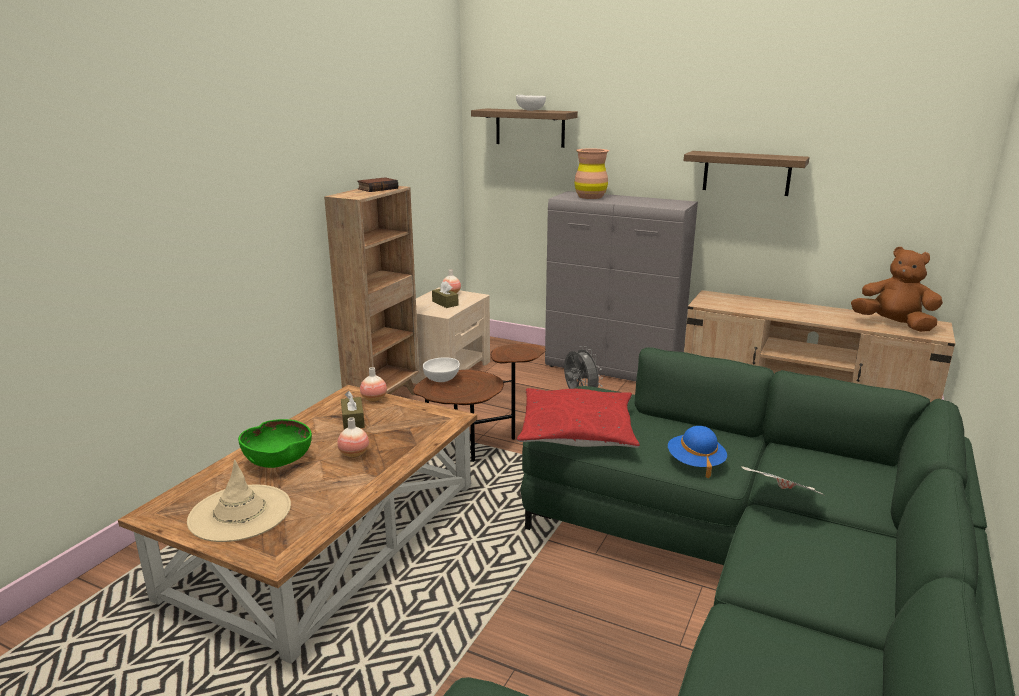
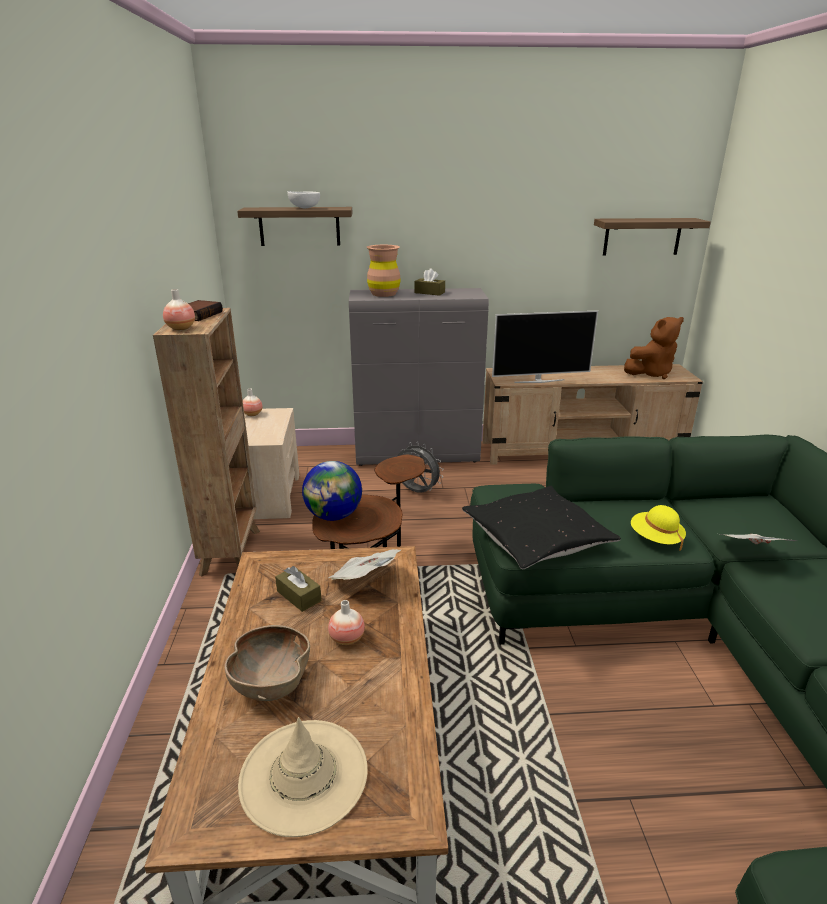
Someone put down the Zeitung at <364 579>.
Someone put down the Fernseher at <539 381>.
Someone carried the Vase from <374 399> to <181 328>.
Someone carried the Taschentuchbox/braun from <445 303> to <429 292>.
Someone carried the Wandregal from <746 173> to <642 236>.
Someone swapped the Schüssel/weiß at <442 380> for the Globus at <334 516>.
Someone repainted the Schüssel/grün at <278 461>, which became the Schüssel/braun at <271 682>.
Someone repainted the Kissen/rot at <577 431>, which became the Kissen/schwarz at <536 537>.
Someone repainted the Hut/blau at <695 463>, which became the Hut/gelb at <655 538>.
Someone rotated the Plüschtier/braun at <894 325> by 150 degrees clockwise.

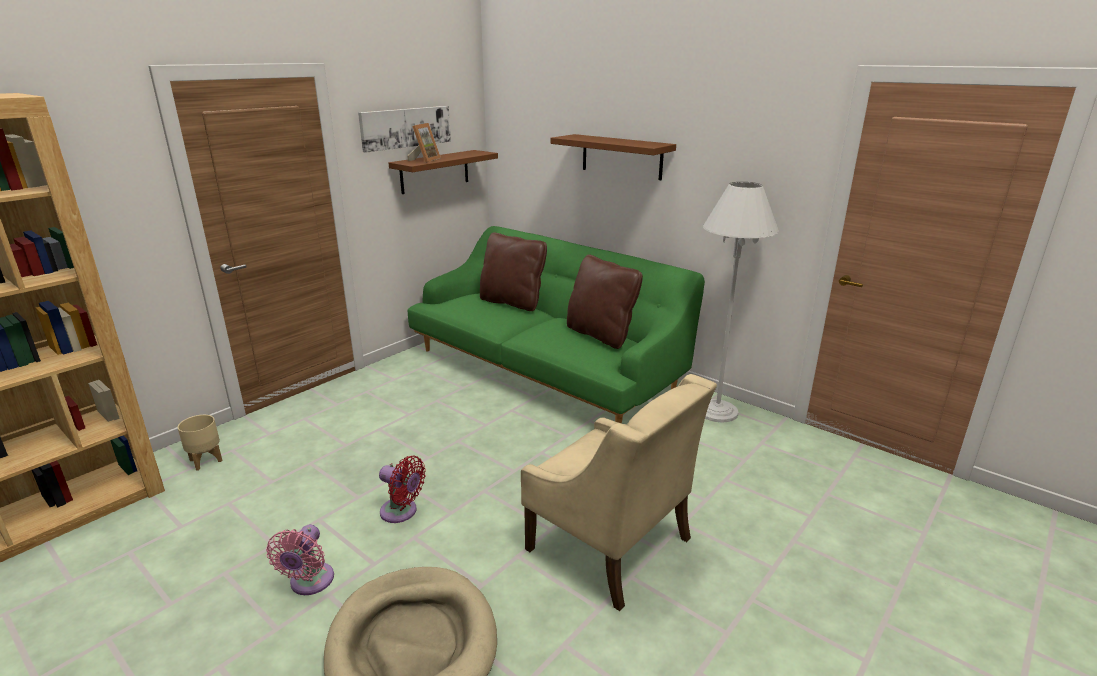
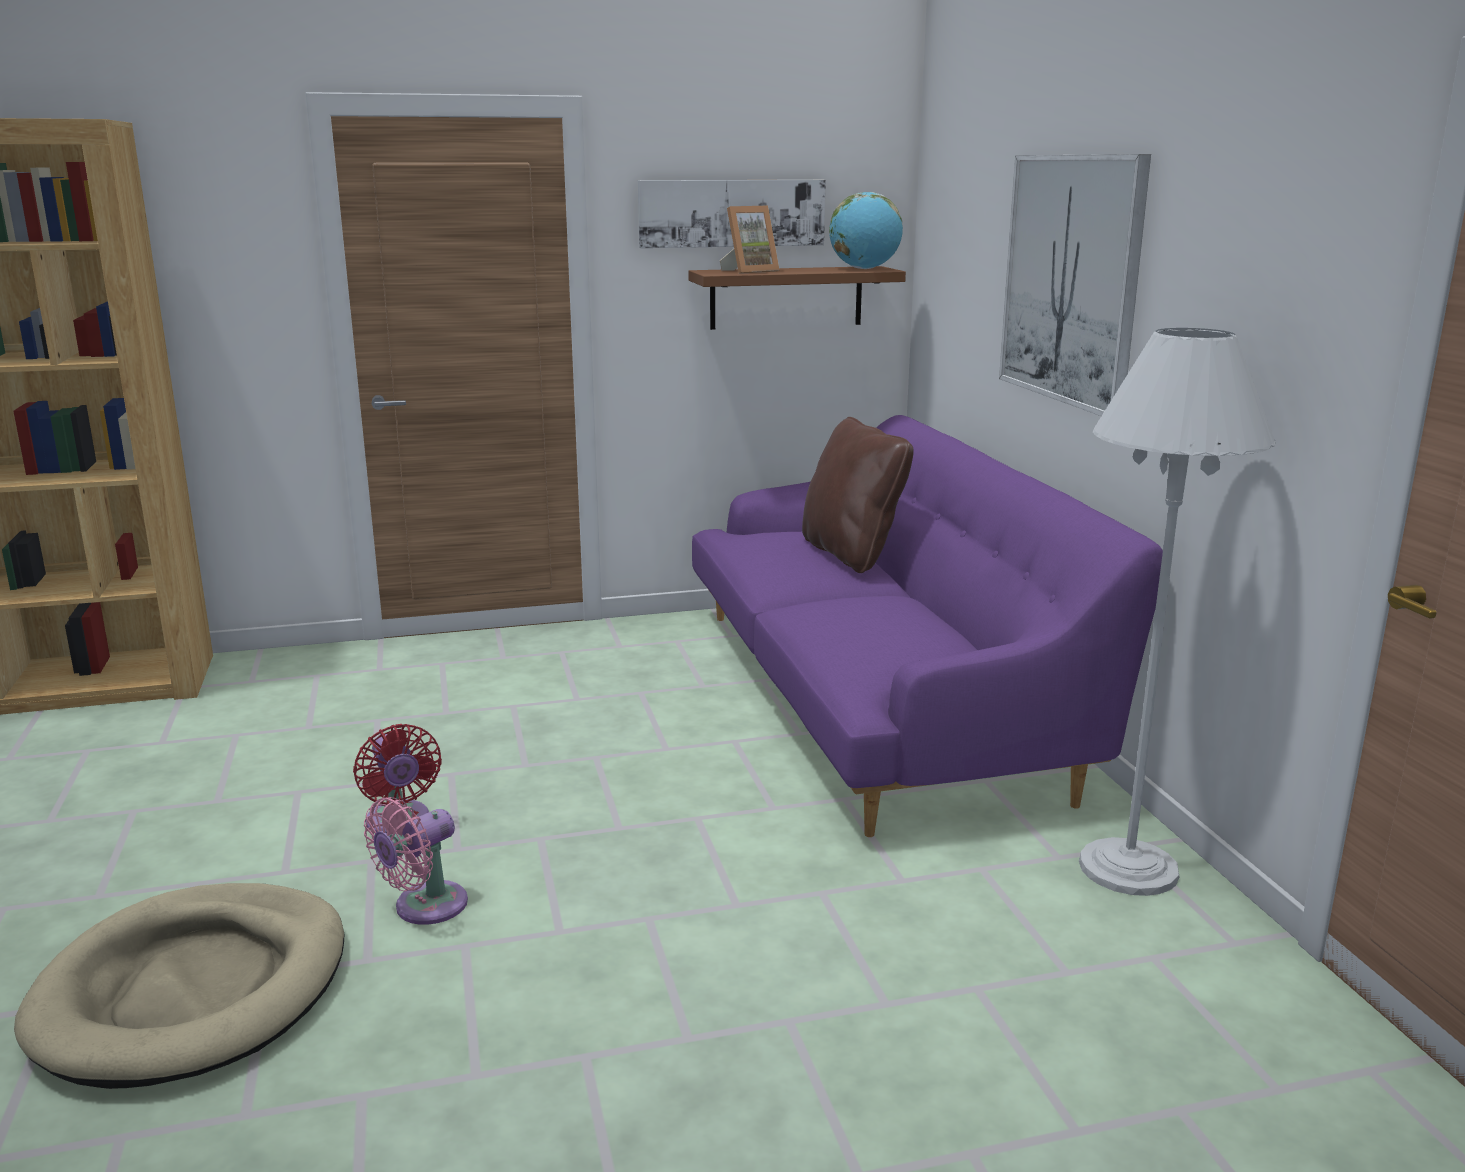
Someone took away the Pflanzkübel/beige at <206 460>.
Someone took away the Sessel/beige at <610 545>.
Someone took away the Kissen/braun at <601 335>.
Someone put down the Globus at <864 269>.
Someone carried the Ventilator/rosa from <309 583> to <424 907>.
Someone swapped the Wandregal/braun at <621 156> for the Bild at <1071 279>.
Someone repainted the Sofa/grün at <545 369>, which became the Sofa/lila at <876 696>.

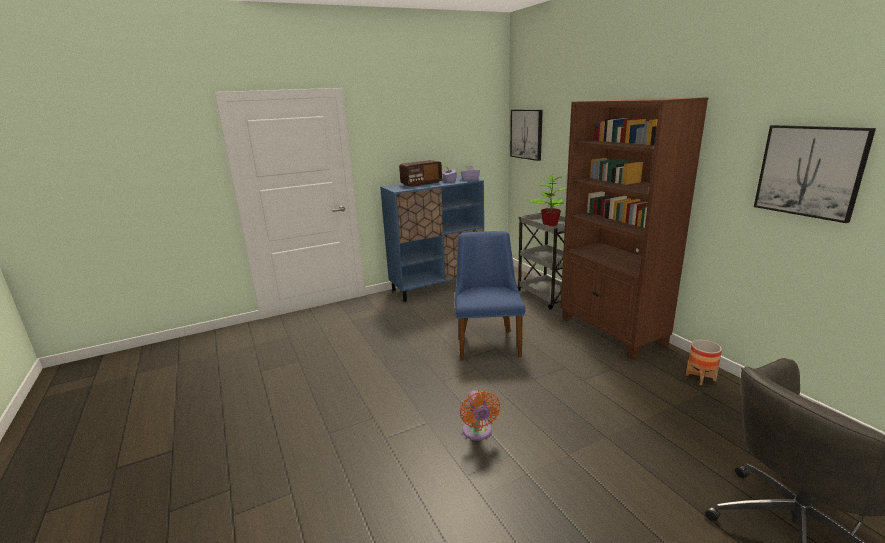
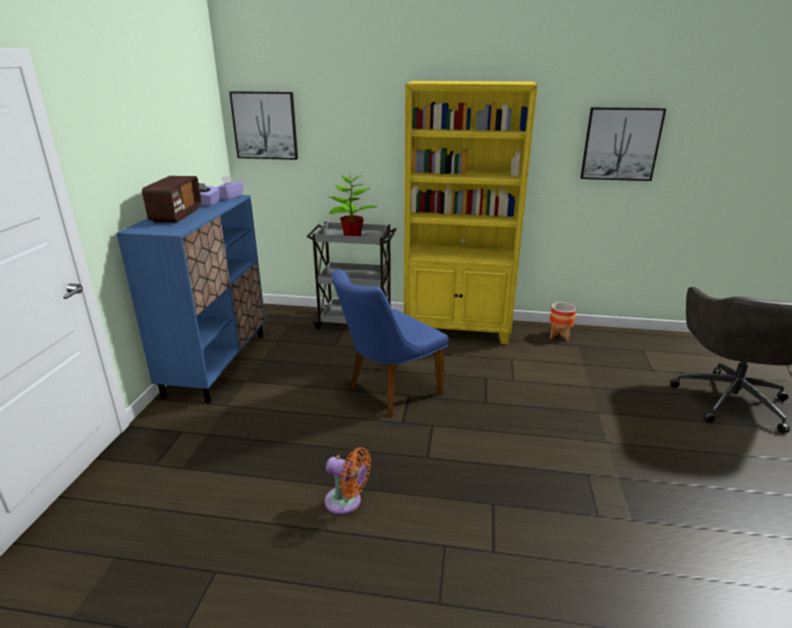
Someone carried the Ventilator/orange from <478 432> to <346 502>.
Someone repainted the Bücherregal/braun at <611 332>, which became the Bücherregal/gelb at <458 329>.
Someone rotated the Stuhl/blau at <487 340> by 75 degrees counterclockwise.

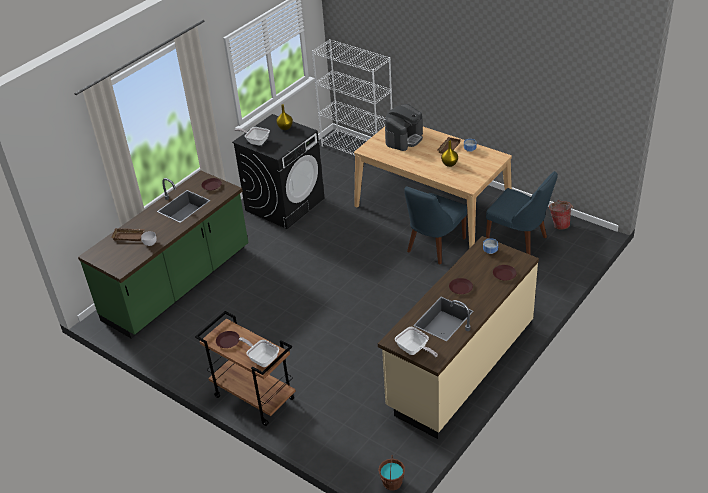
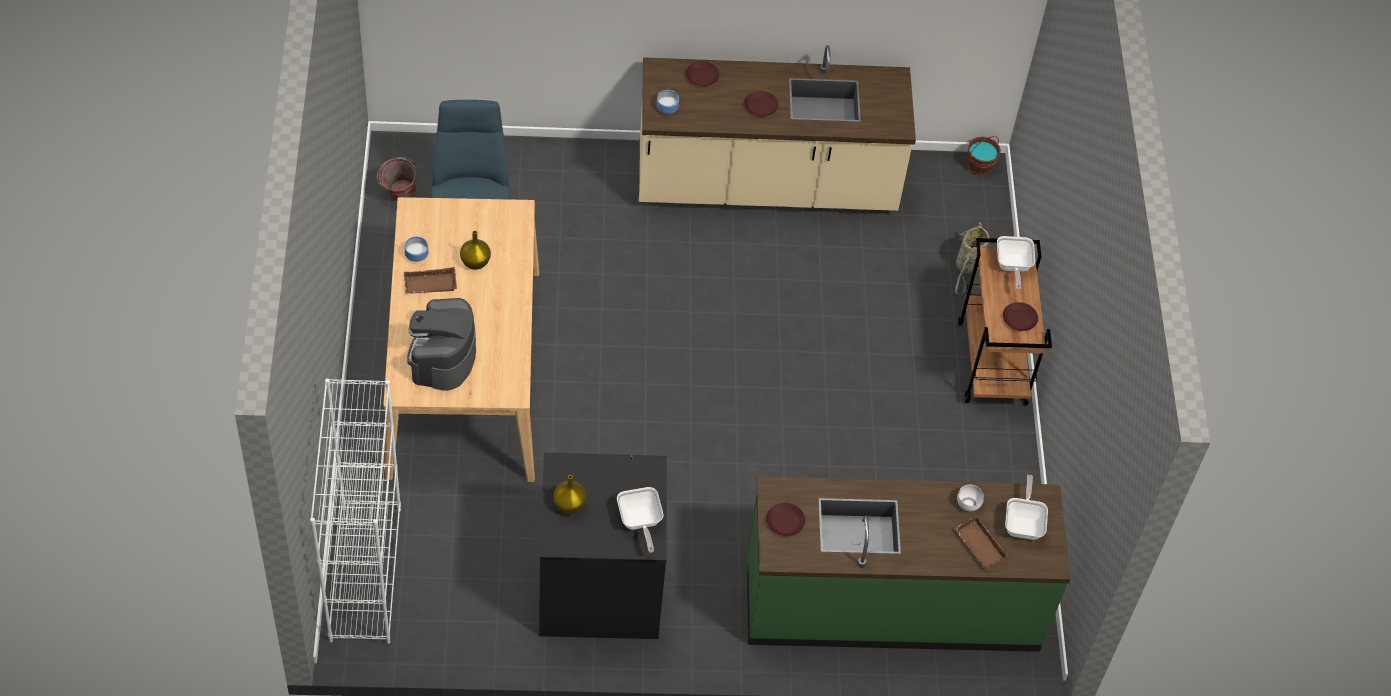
Someone took away the Stuhl/blau at <434 246>.
Someone put down the Korb at <967 266>.
Someone carried the Pfanne from <414 350> to <1023 523>.
Someone rotated the Kaffeemaschine at <404 138> by 75 degrees counterclockwise.

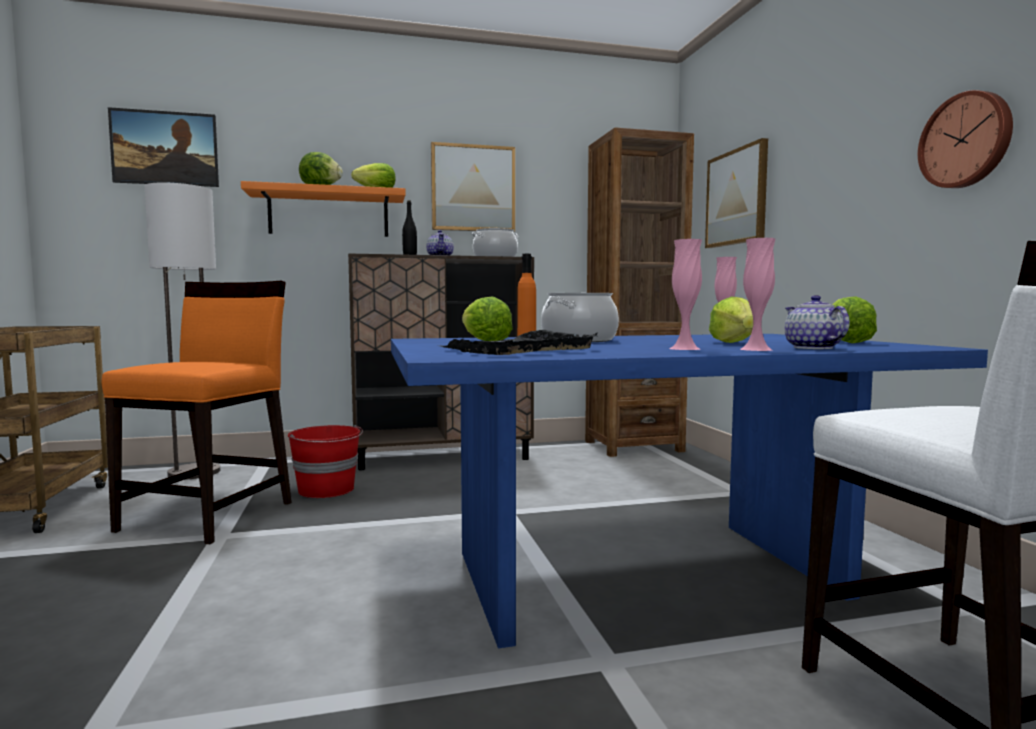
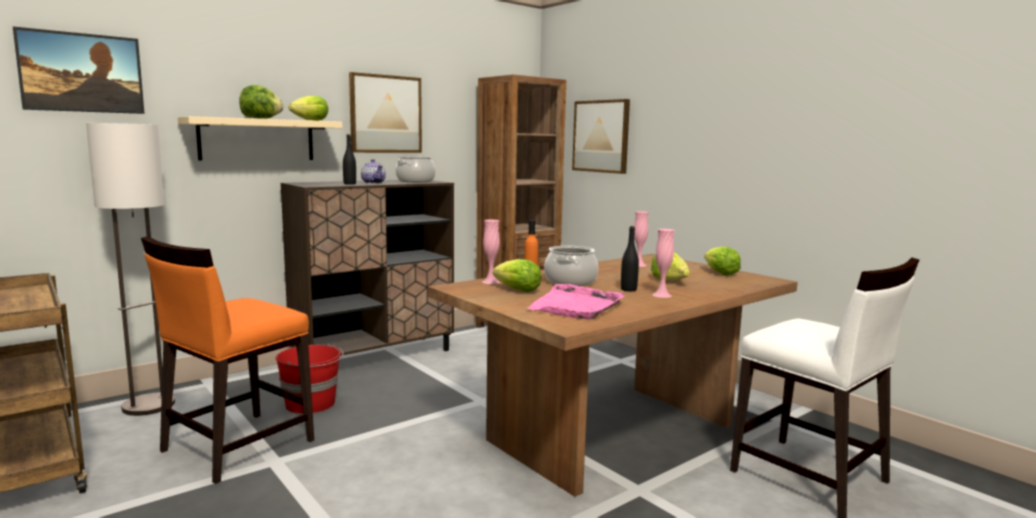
Someone took away the Teekanne at <813 348>.
Someone took away the Wanduhr at <966 141>.
Someone put down the Flasche/schwarz at <628 289>.
Someone carried the Vase/rosa from <756 349> to <491 282>.
Someone repainted the Wandregal/orange at <329 214>, which became the Wandregal/beige at <257 140>.
Someone repainted the Esstisch/blau at <643 575>, which became the Esstisch/braun at <613 433>.
Someone repainted the Tablett/schwarz at <519 349>, which became the Tablett/rosa at <575 306>.
Someone rotated the Stuhl/orange at <210 516> by 135 degrees counterclockwise.

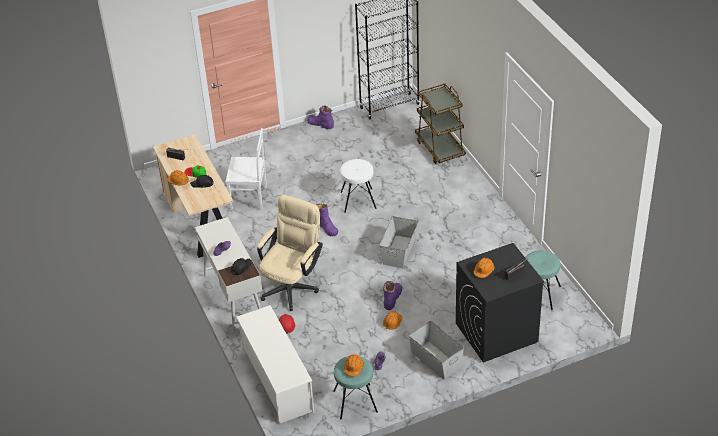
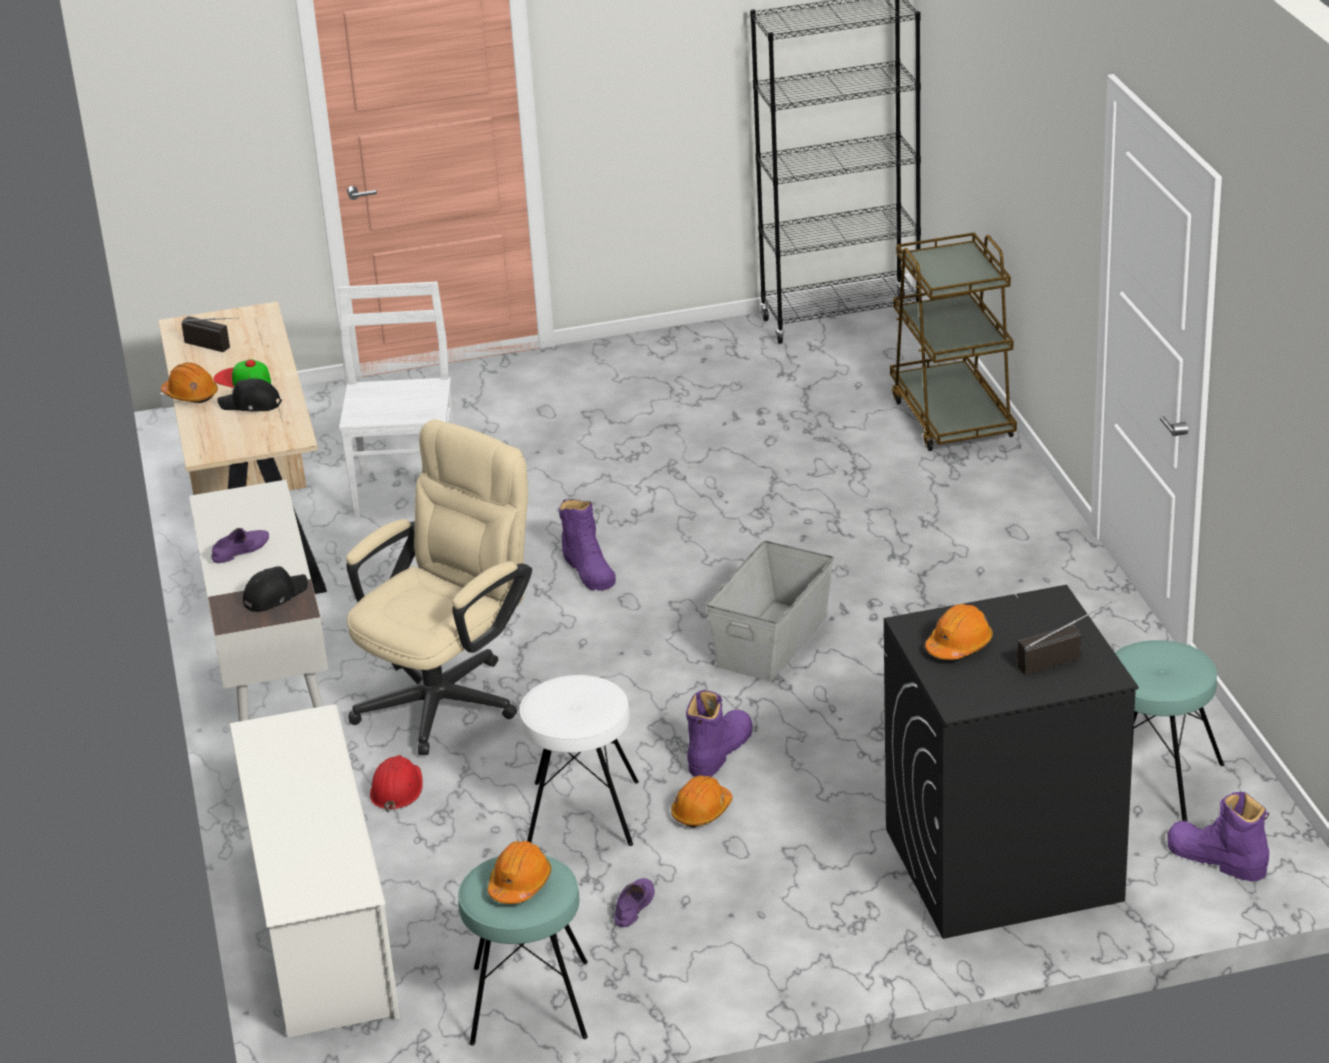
Someone took away the Aufbewahrungsbox/grau at <436 360>.
Someone carried the Stiefel/lila from <320 124> to <1216 859>.
Someone carried the Hocker/weiß from <358 200> to <583 813>.
Someone rotated the Stuhl/weiß at <250 198> by 105 degrees counterclockwise.

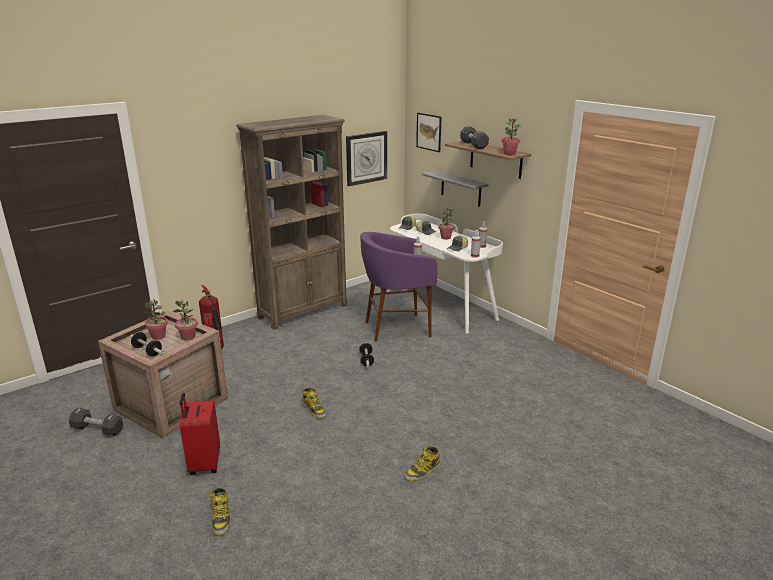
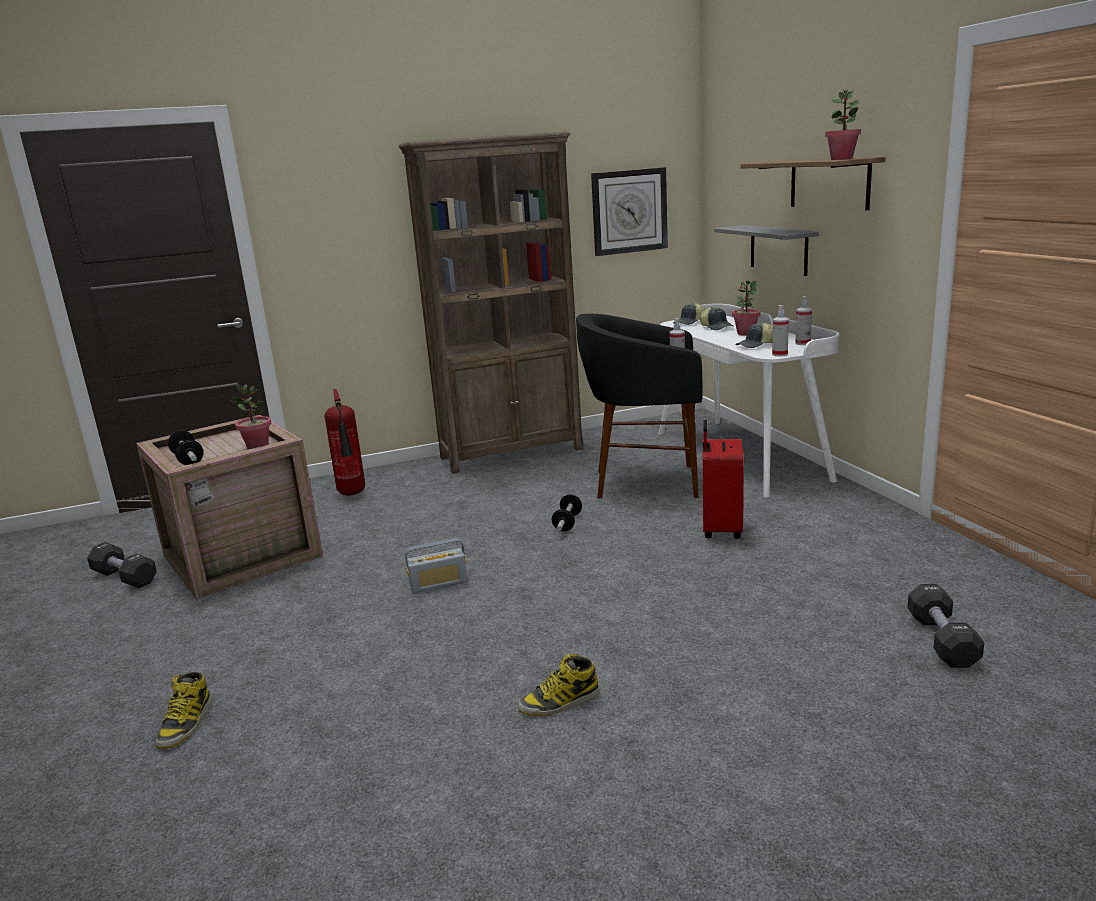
Someone took away the Topfpflanze at <158 336>.
Someone took away the Bild at <429 132>.
Someone carried the Koffer/rot from <204 464> to <720 530>.
Someone carried the Hantel/schwarz from <473 145> to <941 640>.
Someone swapped the Stiefel at <314 409> for the Radio at <438 584>.
Someone repainted the Hocker/lila at <396 328>, which became the Hocker/schwarz at <645 483>.

